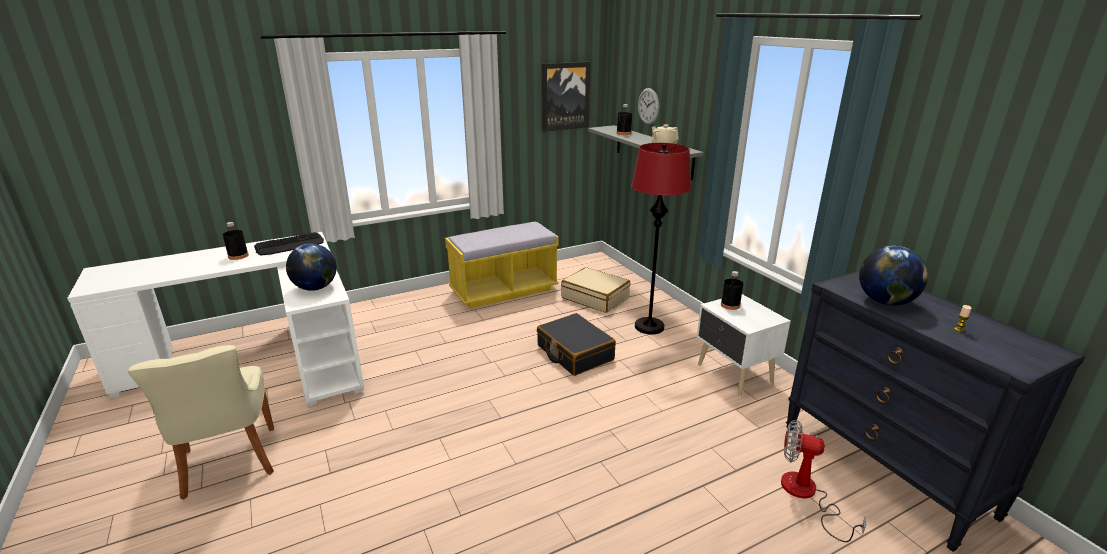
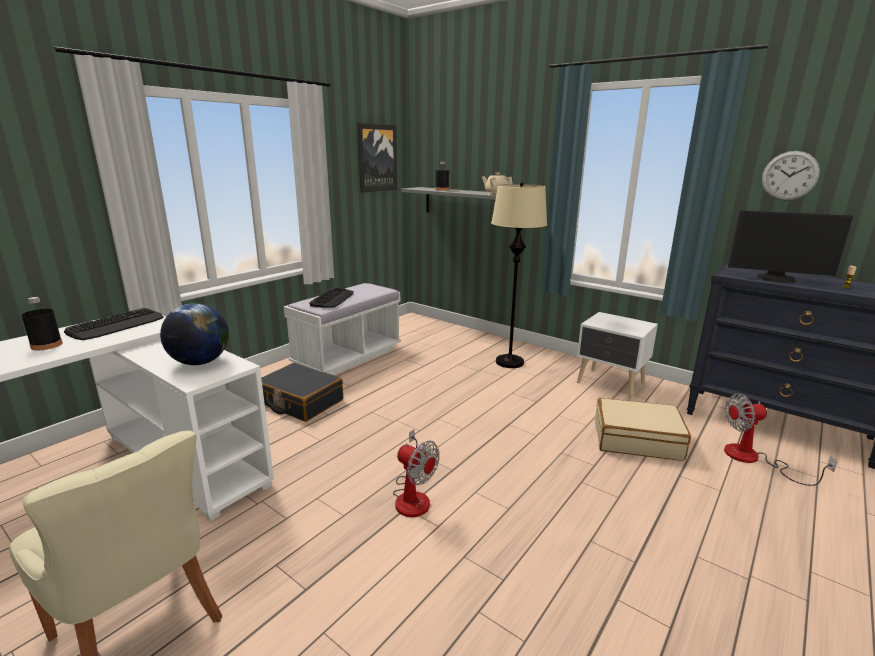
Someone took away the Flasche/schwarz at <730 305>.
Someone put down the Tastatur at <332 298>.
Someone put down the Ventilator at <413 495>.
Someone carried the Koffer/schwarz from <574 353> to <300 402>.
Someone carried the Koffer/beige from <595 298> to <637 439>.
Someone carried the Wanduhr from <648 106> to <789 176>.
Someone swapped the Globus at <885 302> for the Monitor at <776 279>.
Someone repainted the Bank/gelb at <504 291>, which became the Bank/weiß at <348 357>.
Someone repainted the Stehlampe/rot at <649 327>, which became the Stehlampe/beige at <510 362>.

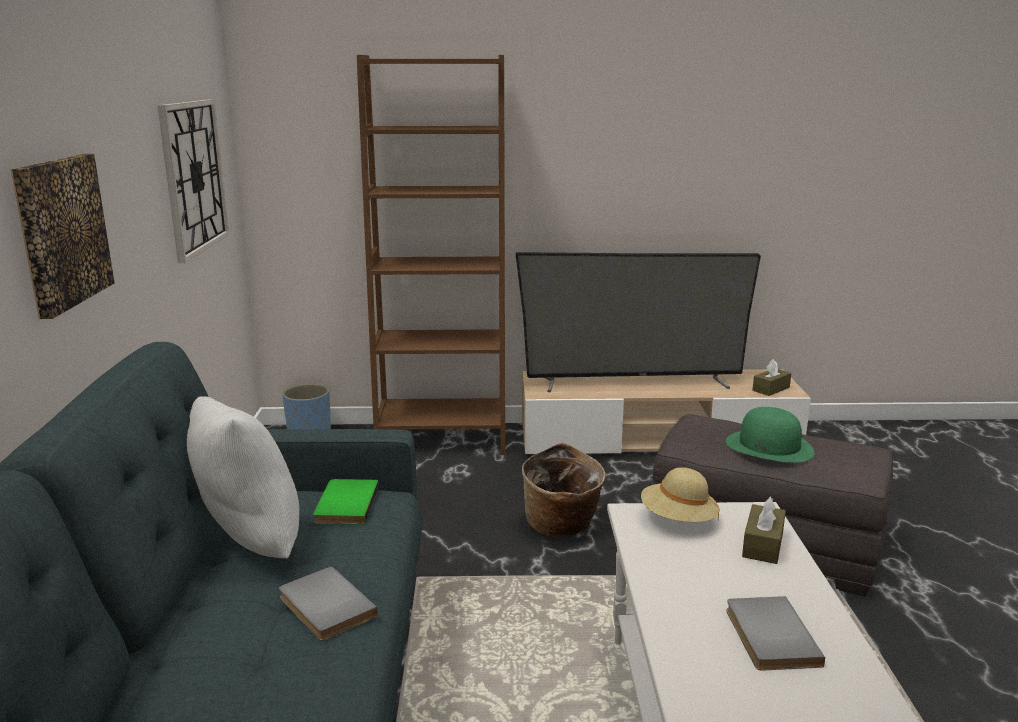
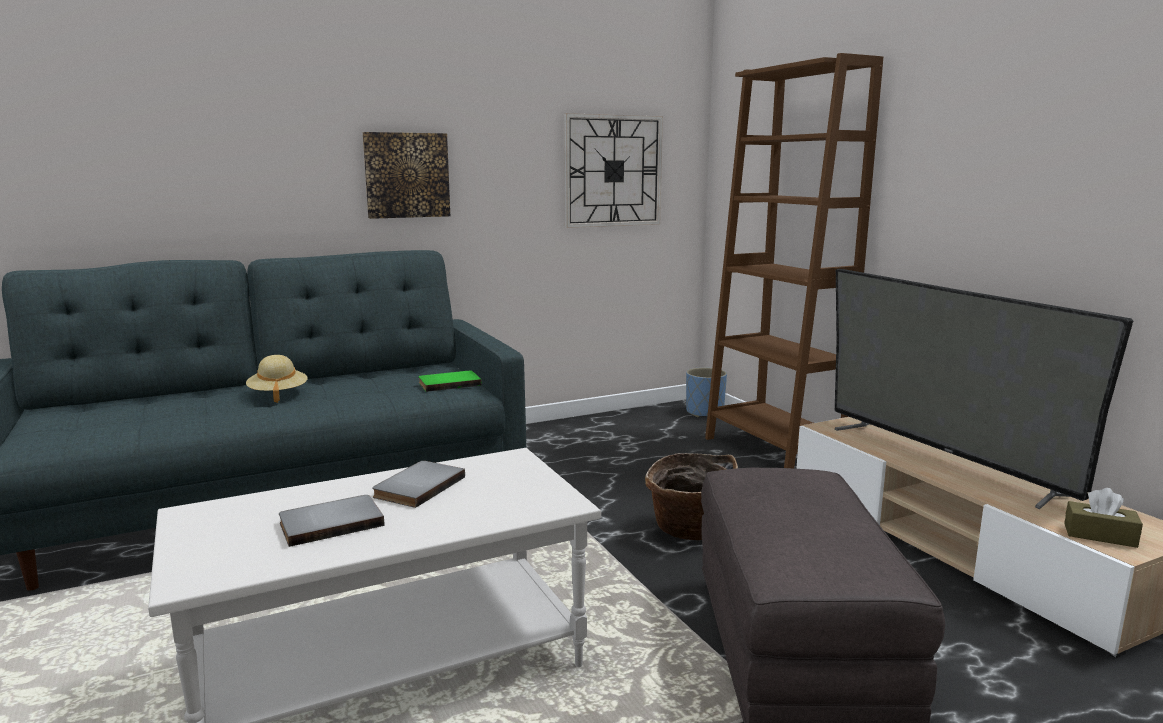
Someone took away the Kissen/weiß at <247 544>.
Someone took away the Hut/grün at <769 446>.
Someone took away the Taschentuchbox/braun at <762 545>.
Someone carried the Buch/grau from <324 607> to <417 486>.
Someone carried the Hut/beige from <678 520> to <278 394>.

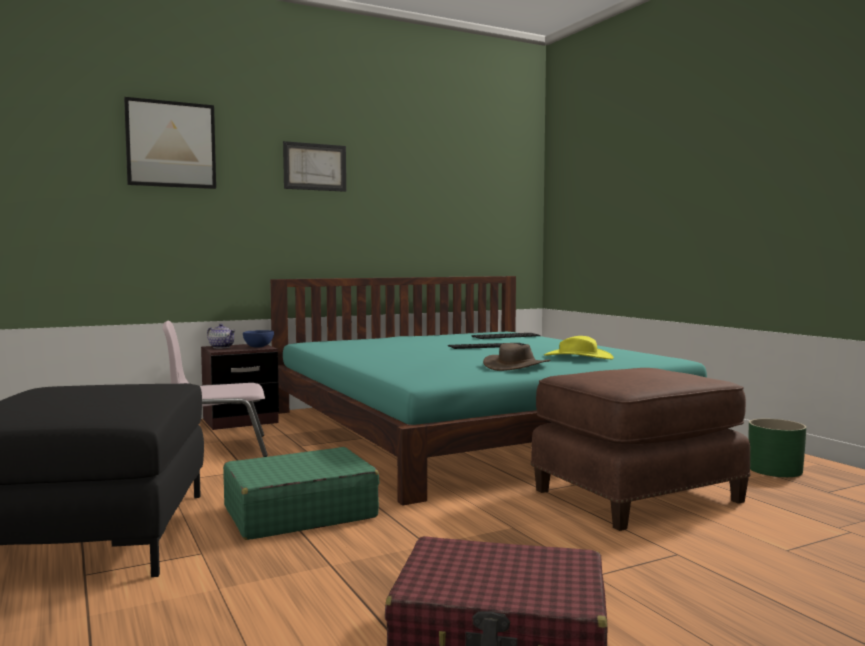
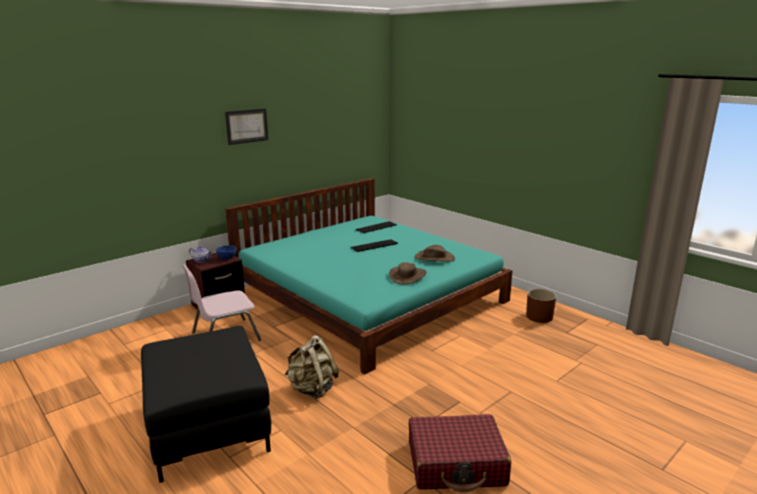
Someone took away the Bild at <171 144>.
Someone took away the Polsterhocker/braun at <635 495>.
Someone swapped the Koffer/grün at <299 513> for the Rucksack/beige at <312 389>.
Someone repainted the Hut/gelb at <578 357>, which became the Hut/braun at <434 258>.
Someone repainted the Pflanzkübel/grün at <774 470>, which became the Pflanzkübel/braun at <539 316>.

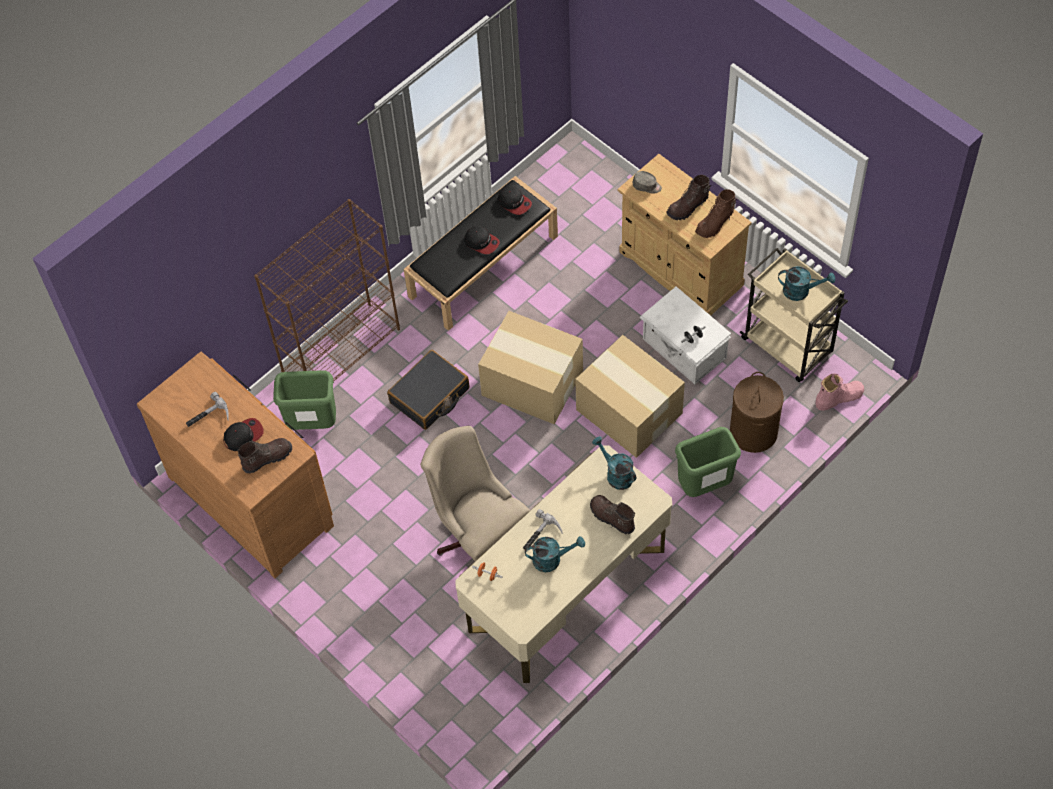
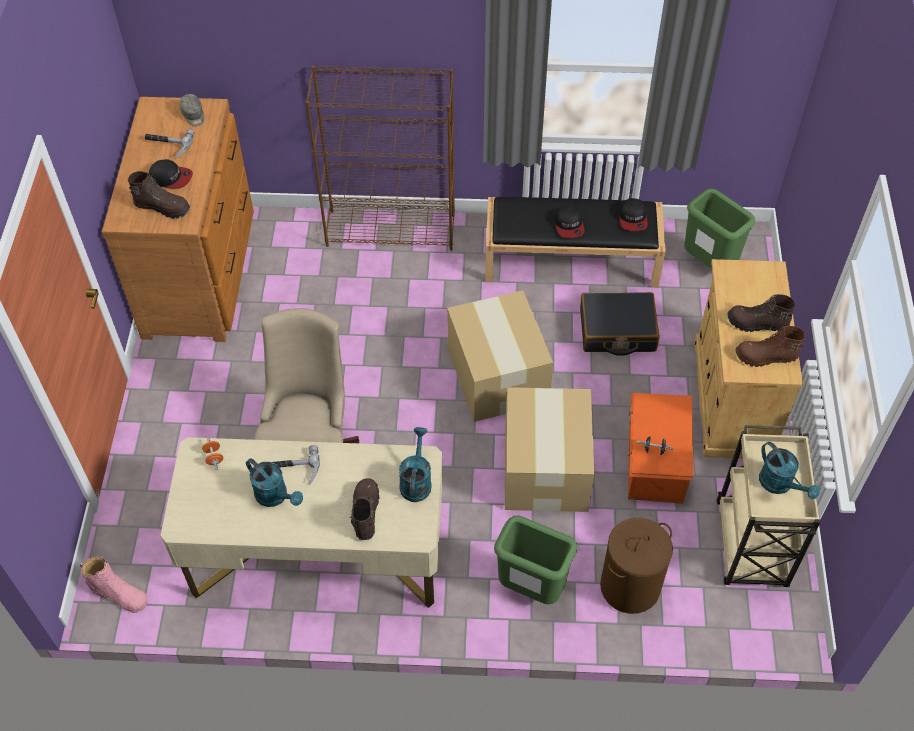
Someone carried the Mülleimer/grün from <313 423> to <709 264>.
Someone carried the Koffer/schwarz from <430 396> to <617 331>.
Someone carried the Kappe/grau from <647 186> to <193 115>.
Someone carried the Stiefel/rosa from <839 397> to <119 594>.
Someone repainted the Aufbewahrungsbox/weiß at <684 349>, which became the Aufbewahrungsbox/orange at <654 463>.

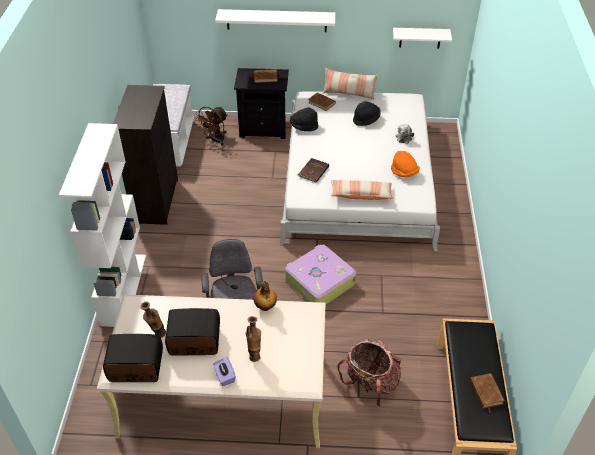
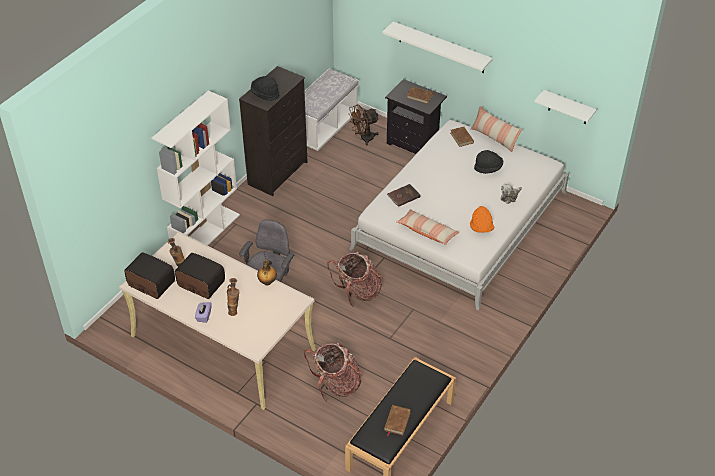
Someone carried the Hut/schwarz from <303 127> to <265 94>.
Someone swapped the Koffer at <319 282> for the Rucksack at <357 292>.

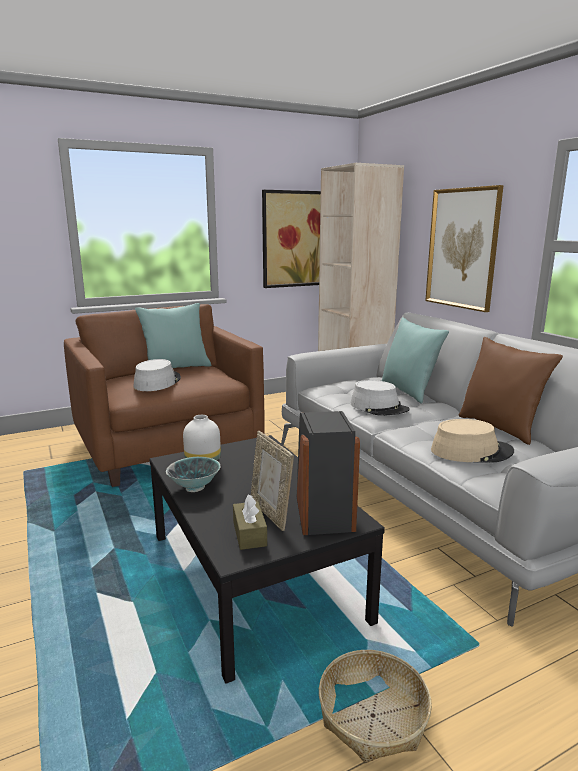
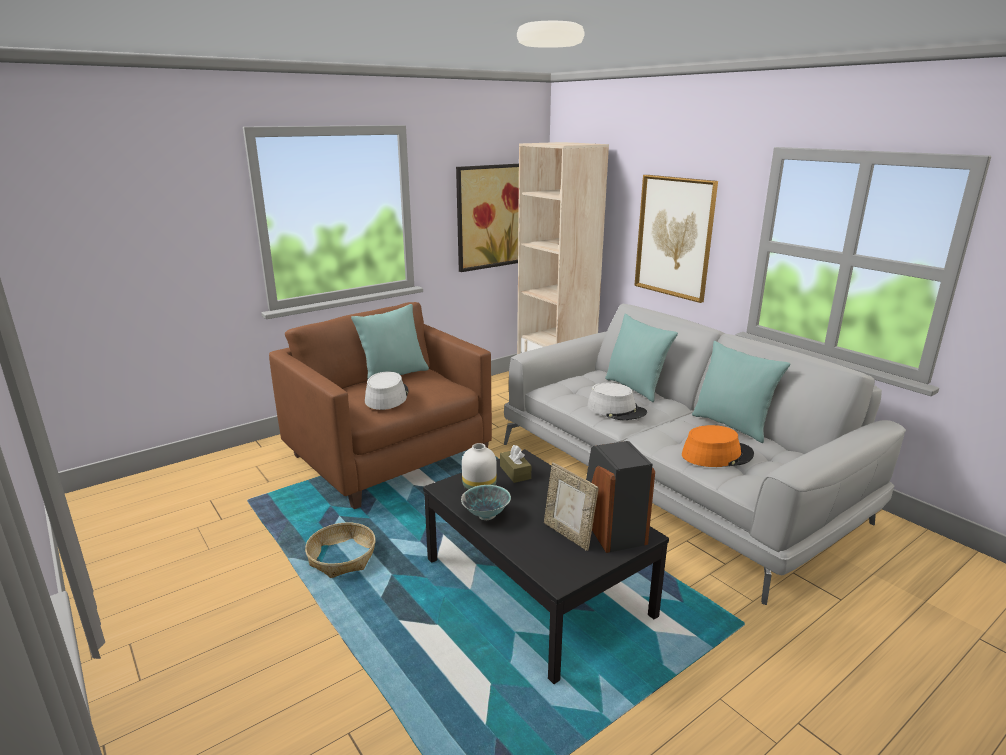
Someone carried the Taschentuchbox/braun from <249 534> to <515 472>.
Someone carried the Korb from <373 715> to <342 557>.
Someone repainted the Hut/beige at <471 451>, which became the Hut/orange at <717 455>.
Someone repainted the Kissen/braun at <500 427>, which became the Kissen/türkis at <732 425>.

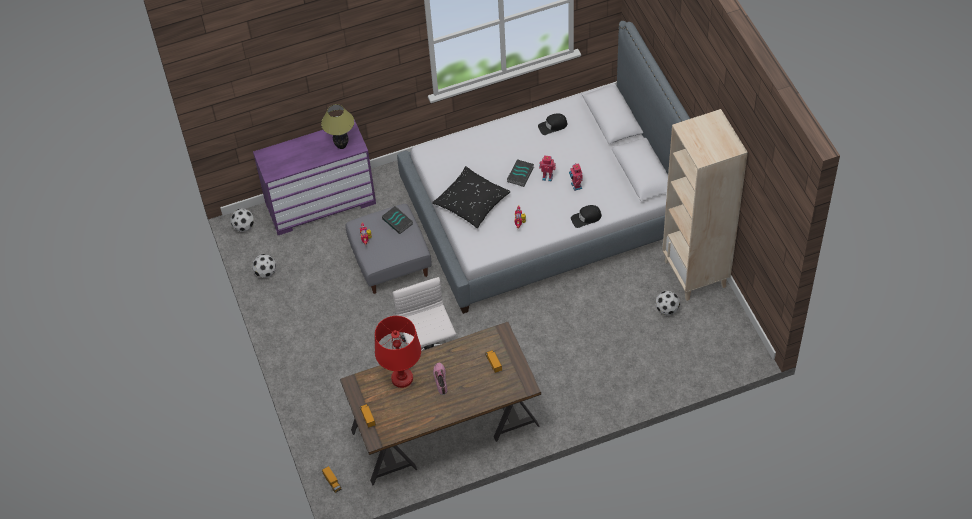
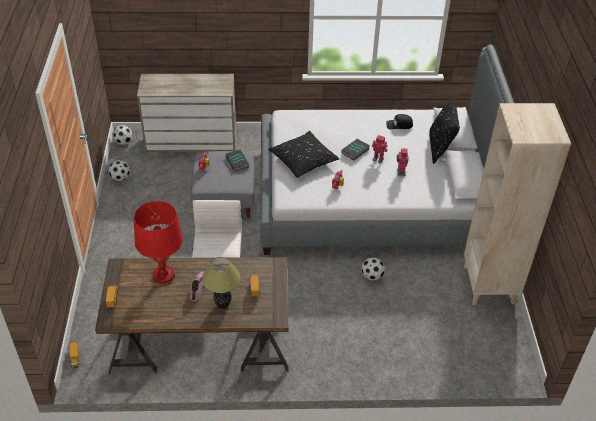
Someone took away the Kappe/schwarz at <586 218>.
Someone put down the Kissen/schwarz at <440 148>.
Someone carried the Tischlampe from <341 145> to <223 305>.
Someone carried the Fußball from <667 309> to <372 276>.
Someone repainted the Kommode/lila at <321 203>, which became the Kommode/beige at <192 143>.

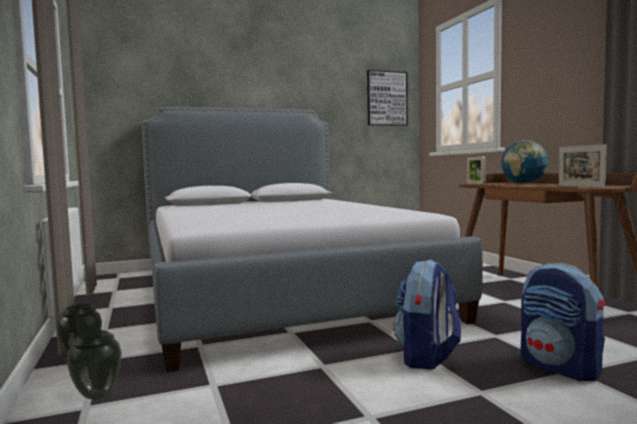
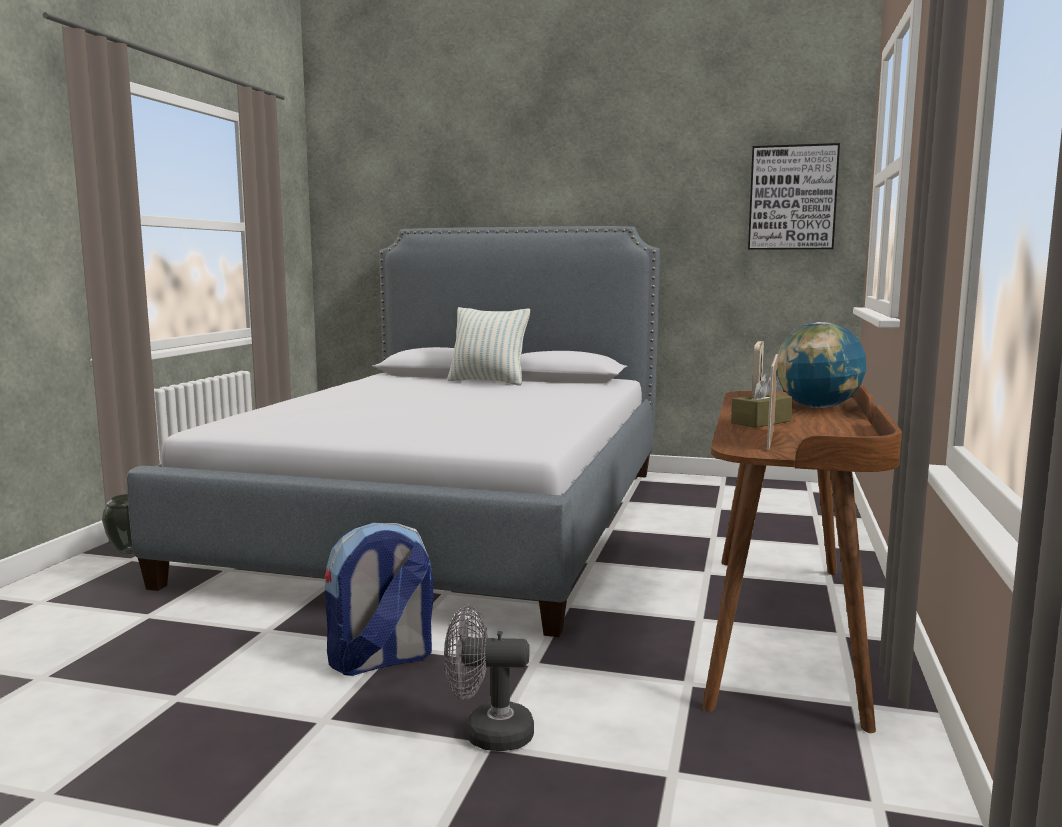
Someone took away the Vase at <97 394>.
Someone put down the Kissen at <488 382>.
Someone put down the Taschentuchbox/braun at <761 422>.
Someone swapped the Rucksack at <560 367> for the Ventilator/grau at <487 734>.

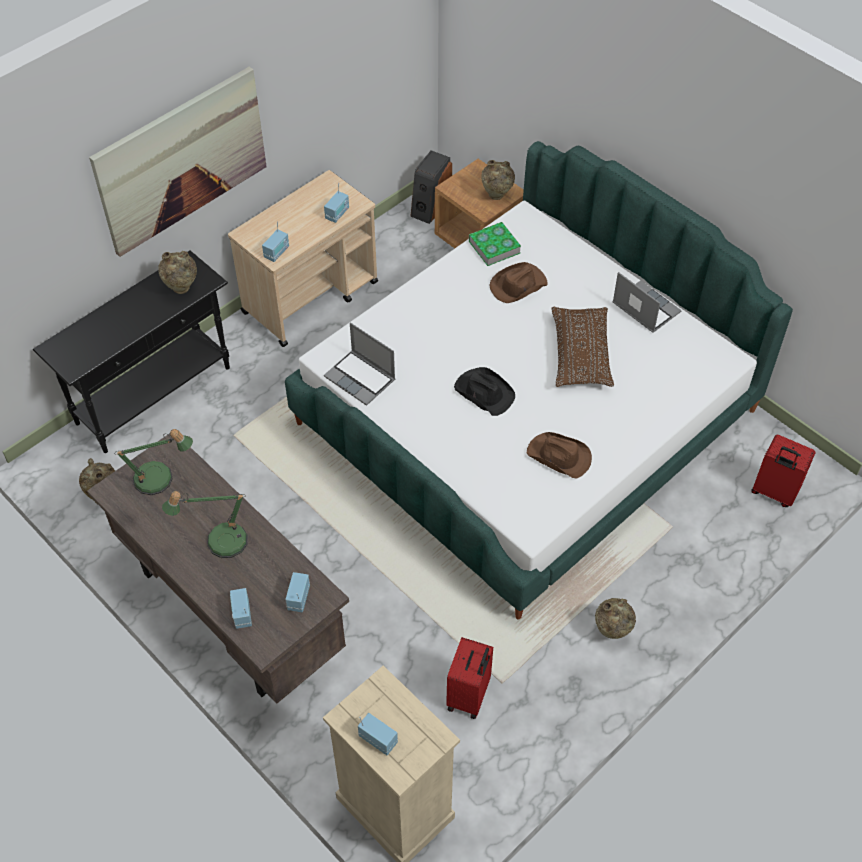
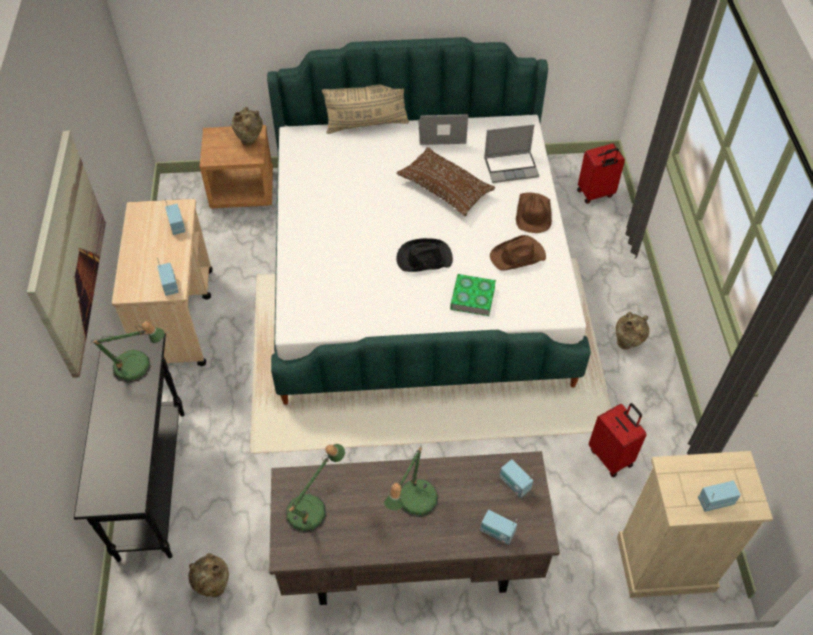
Someone took away the Lautsprecher at <430 206>.
Someone put down the Kissen/beige at <367 124>.
Someone carried the Laptop from <361 378> to <511 167>.
Someone carried the Buch from <494 247> to <472 298>.
Someone carried the Hut/braun from <517 285> to <533 214>.
Someone swapped the Vase/beige at <182 290> for the Tischlampe at <138 368>.

